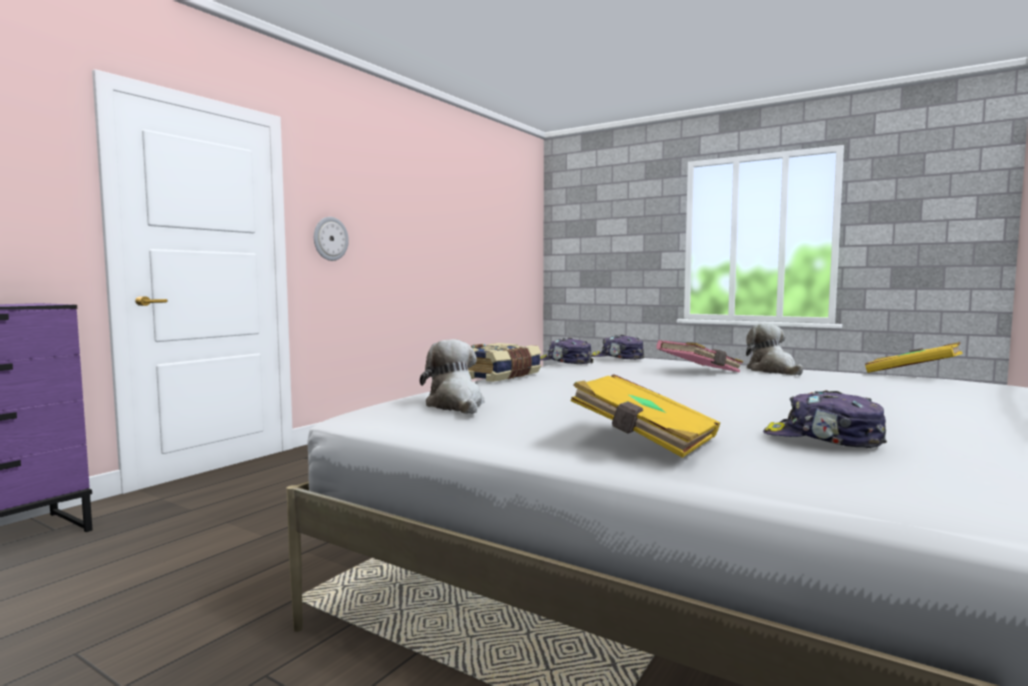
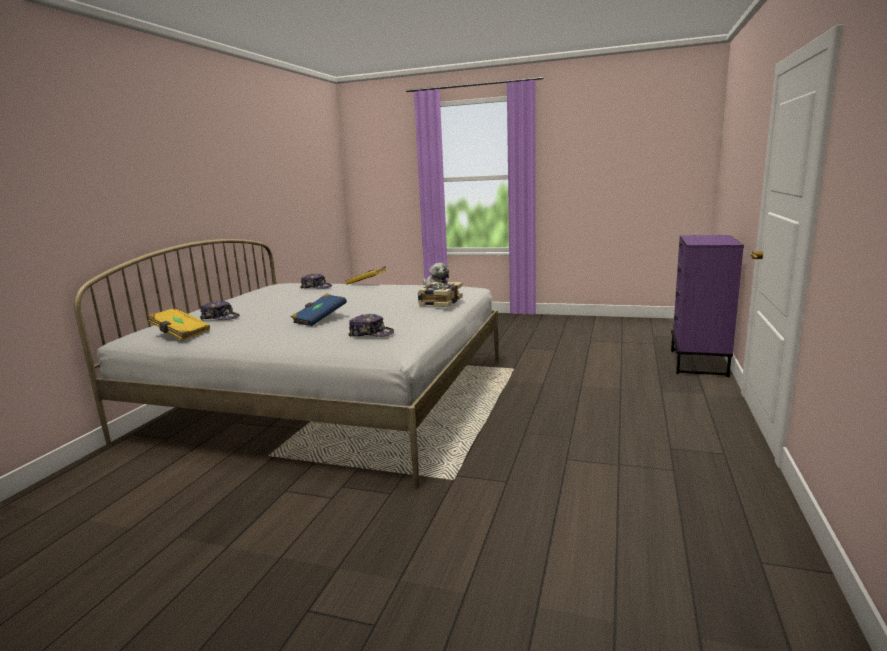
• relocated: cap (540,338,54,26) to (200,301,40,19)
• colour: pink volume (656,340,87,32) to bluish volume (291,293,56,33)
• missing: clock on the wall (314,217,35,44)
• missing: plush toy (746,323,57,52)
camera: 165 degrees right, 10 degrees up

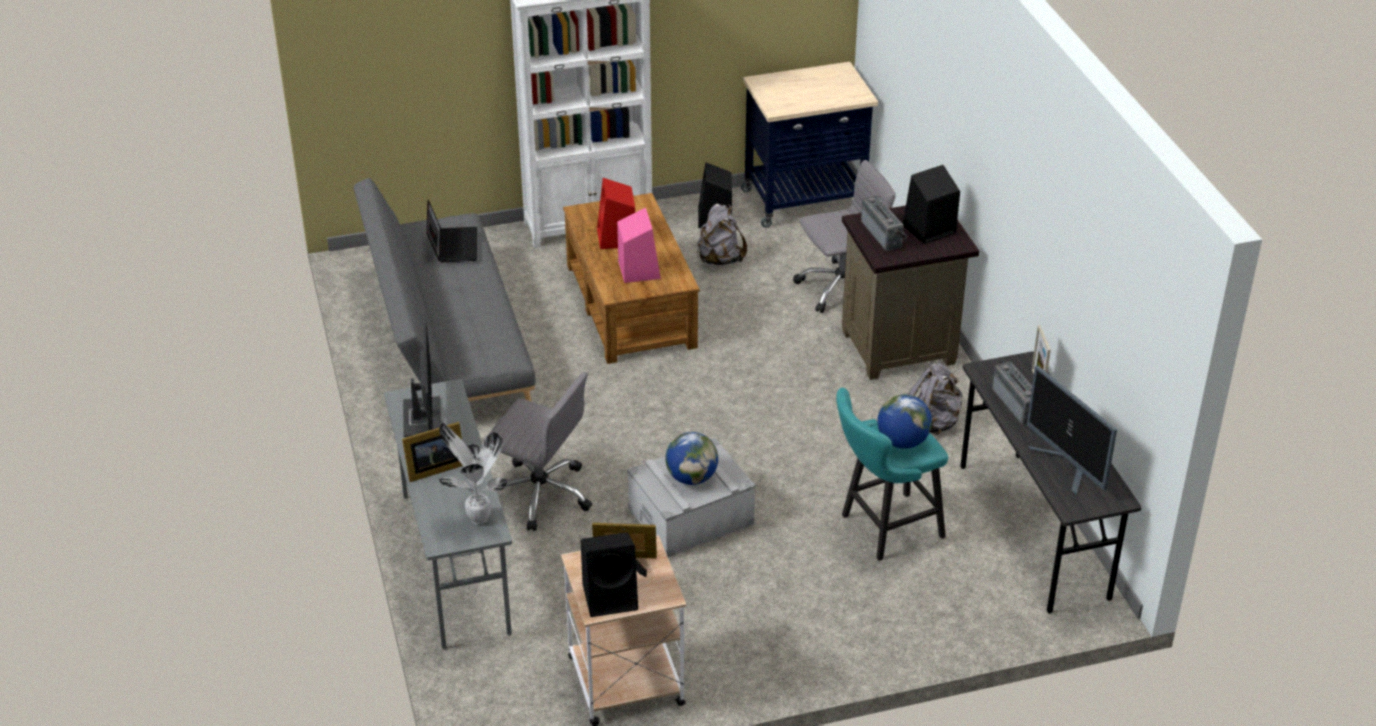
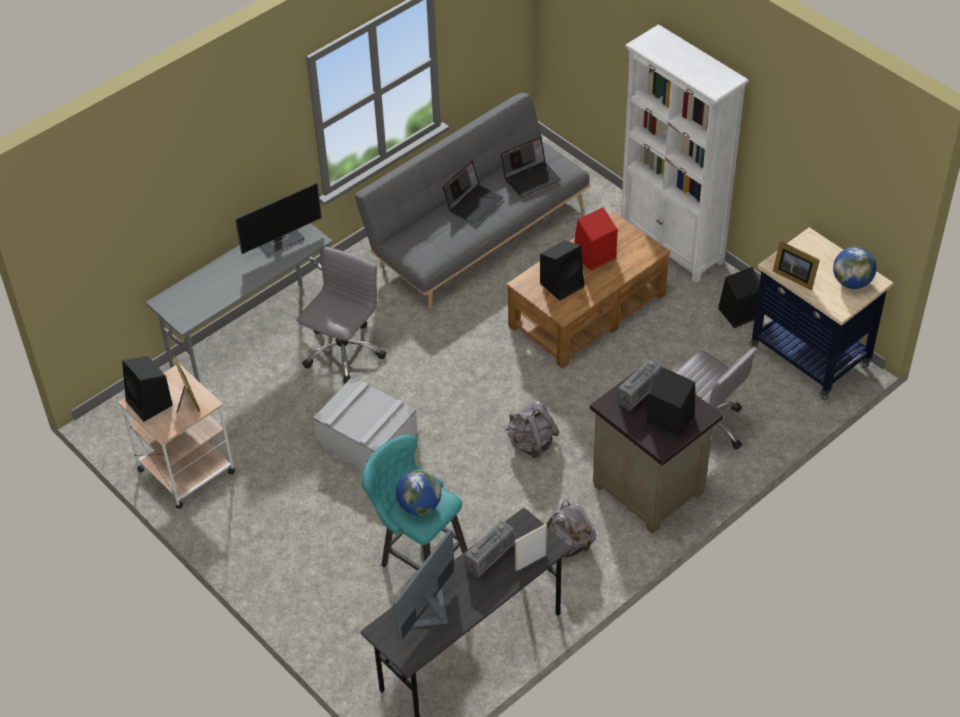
• spun: grey computer chair (483,372,109,159) = (297,247,89,136) 150 degrees counterclockwise
• appeared: laptop (443,160,60,64)
• relocated: grey knapsack (697,204,50,61) to (505,401,54,58)
• colour: pink audio speaker (617,208,44,75) to black-coloured audio speaker (540,240,44,61)
• relocated: photo frame (402,422,61,60) to (773,241,47,49)
• relocated: globe (665,432,53,53) to (833,247,44,42)
• missing: plant in a pot (439,422,69,102)
camera: 65 degrees right, 10 degrees up

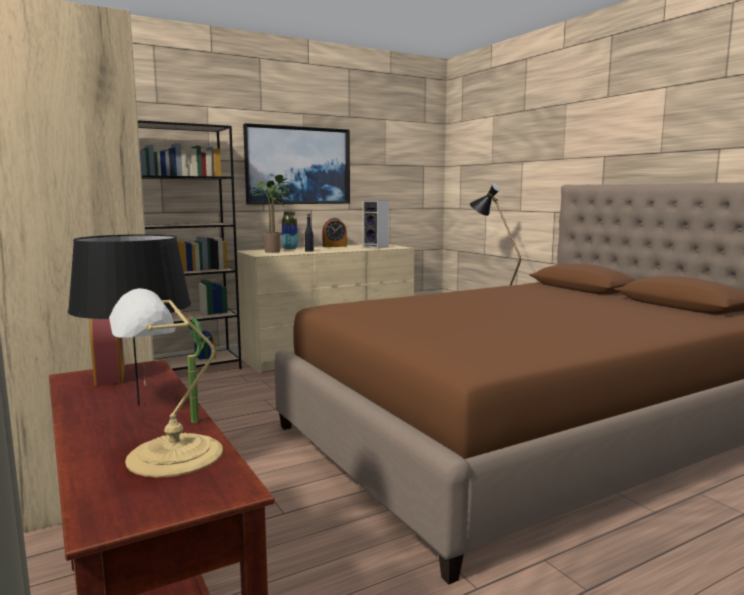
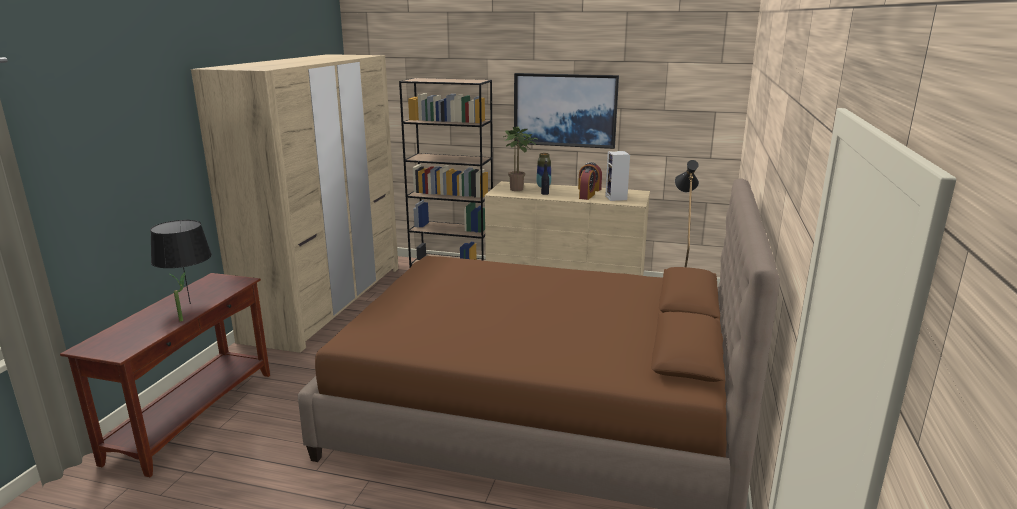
• relocated: alarm clock (90,319,35,67) to (579,169,17,31)
• missing: tabletop lamp (109,288,114,189)
camera: 45 degrees right, 10 degrees up

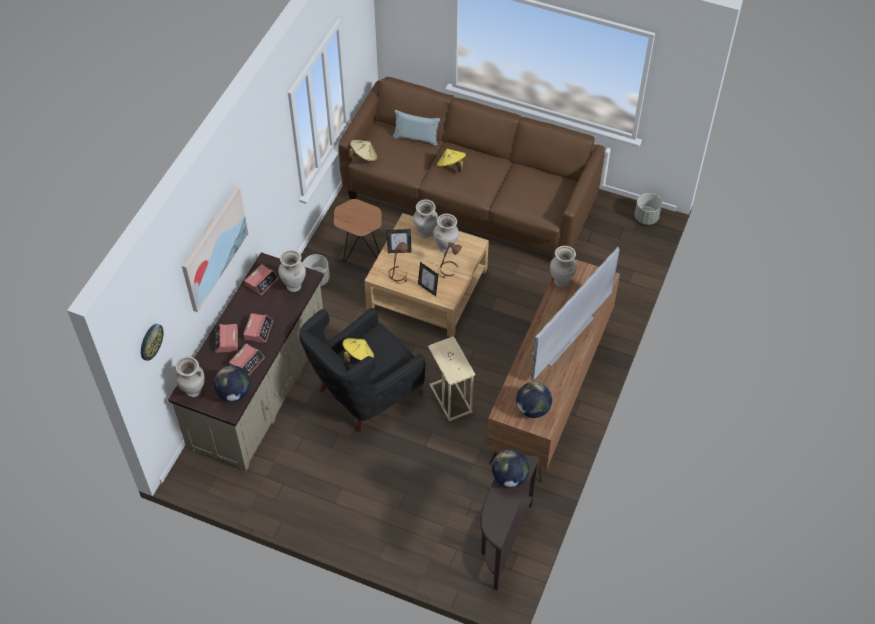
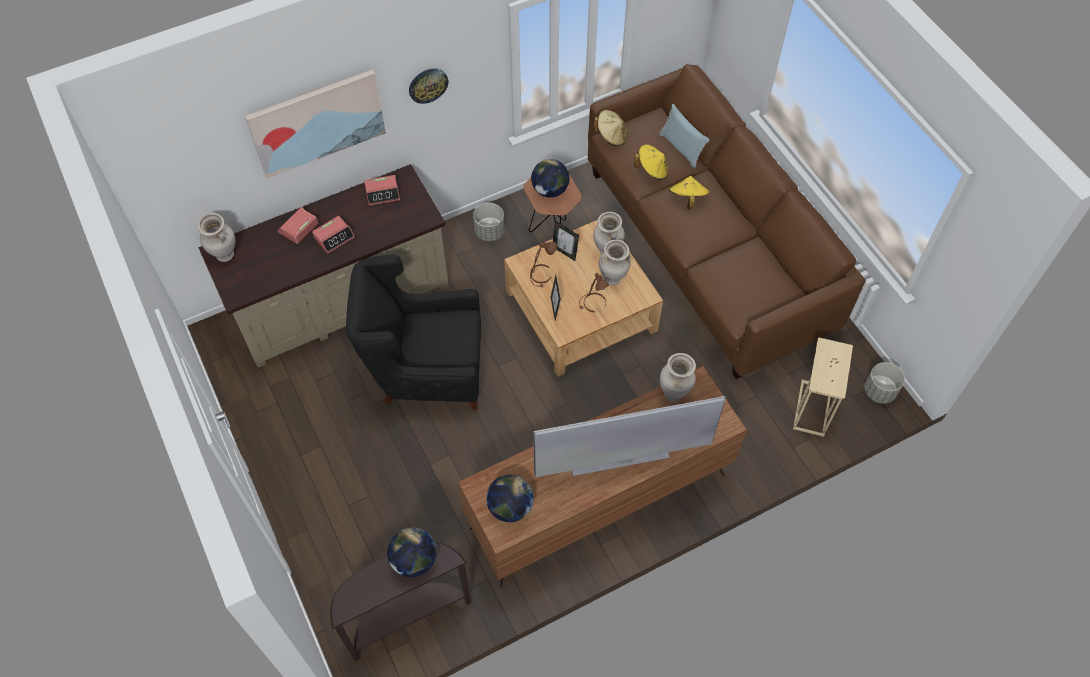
• relocated: clock on the wall (141,324,23,37) to (409,69,40,35)
• relocated: globe (214,365,37,37) to (531,159,38,39)
• relocated: yellow clothing hat (342,338,32,24) to (634,144,35,36)
• relocated: beige-coloured side table (428,336,47,86) to (793,338,60,99)
• missing: alarm clock (229,343,36,32)
• missing: beige-coloured vase (278,250,28,42)
camera: 40 degrees right, 5 degrees up

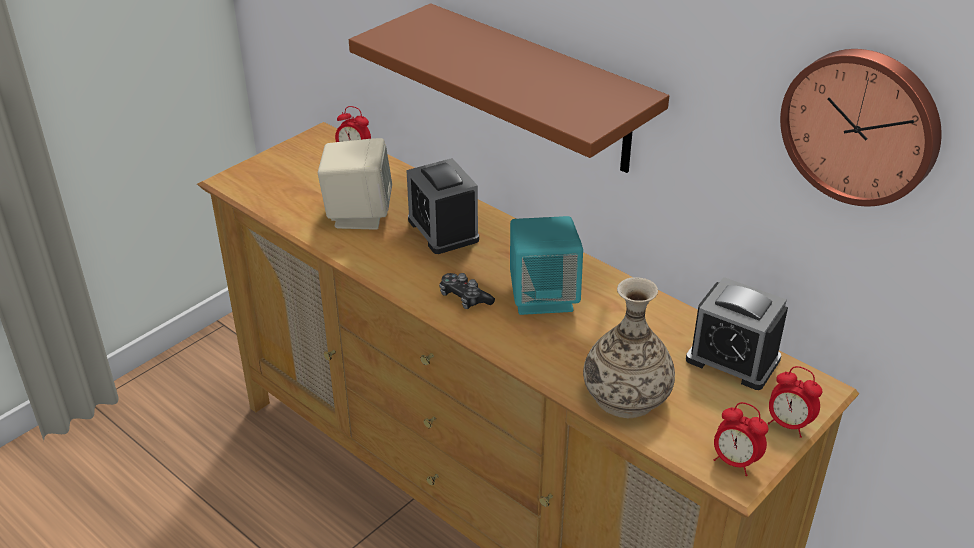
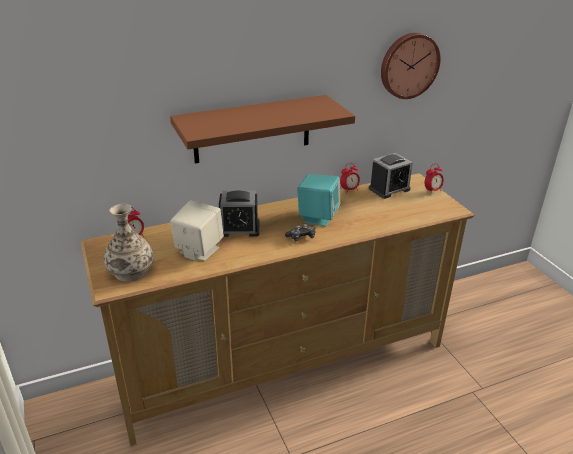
• relocated: vase (583,277,92,141) to (104,204,50,78)
• relocated: alarm clock (713,402,55,74) to (340,163,20,31)
camera: 65 degrees left, 5 degrees down

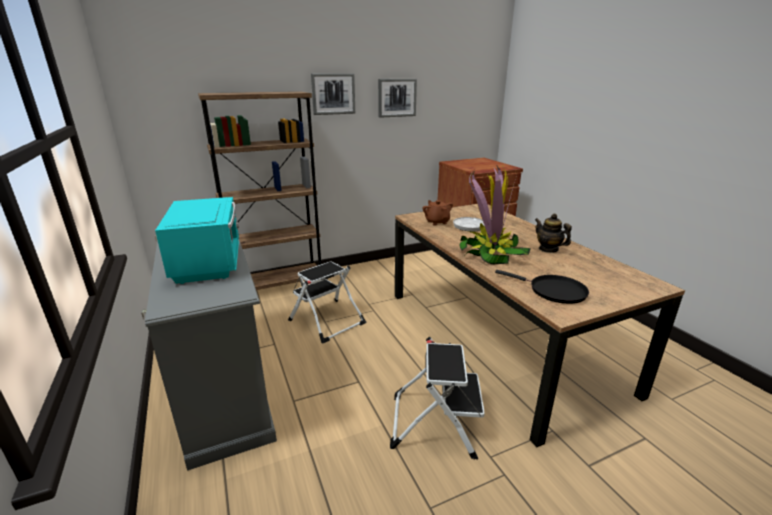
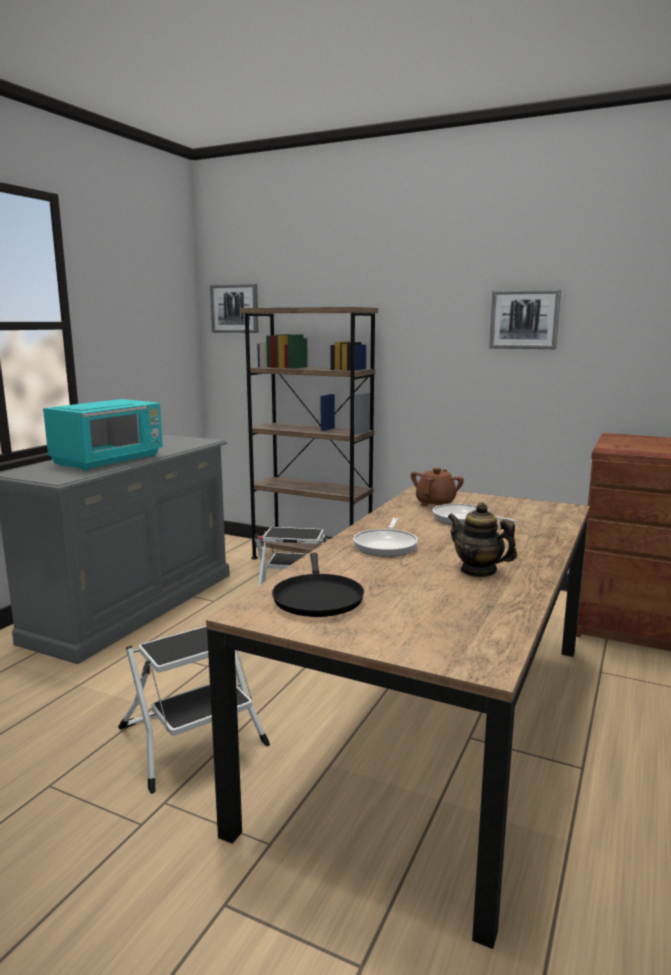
• relocated: picture (311,74,44,41) to (210,284,48,49)
• exchanged: plant in a pot (459,163,72,101) to frying pan (353,518,65,39)
• spun: pot for tea (535,214,37,39) = (448,502,69,75) 60 degrees counterclockwise
camera: 50 degrees right, 10 degrees down

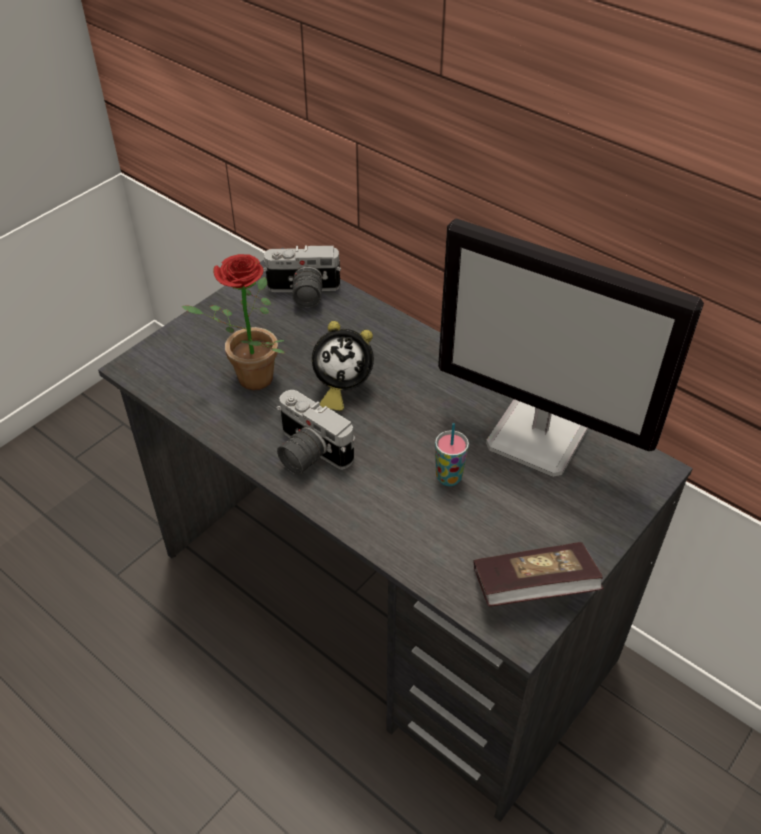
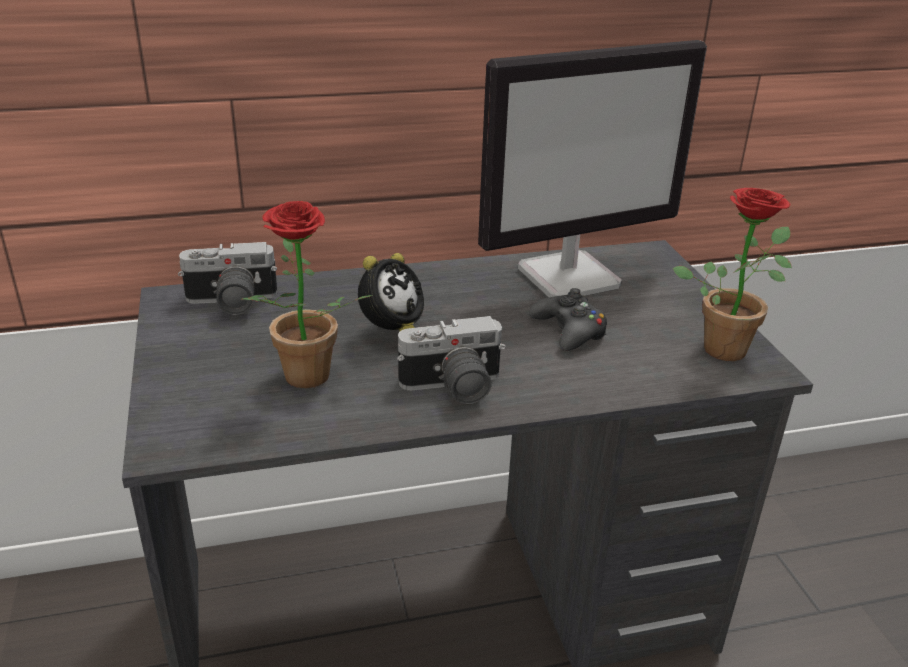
• spun: still camera (263,246,78,62) = (178,242,99,73) 45 degrees clockwise
• exchanged: small cup (435,423,34,63) to black-coloured game controller (529,288,78,63)
• exchanged: volume (473,542,131,65) to plant in a pot (673,188,119,173)
camera: 55 degrees left, 15 degrees down

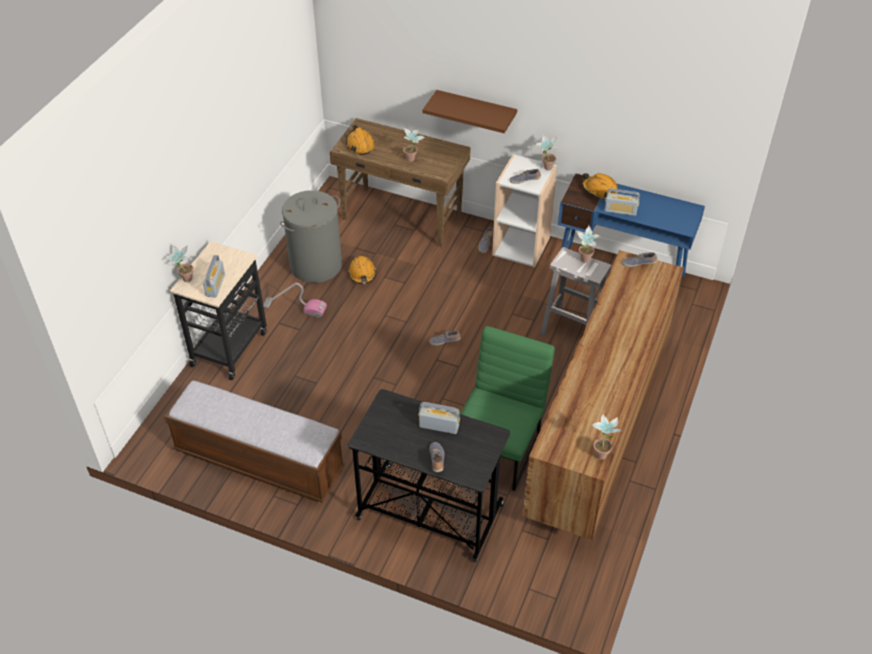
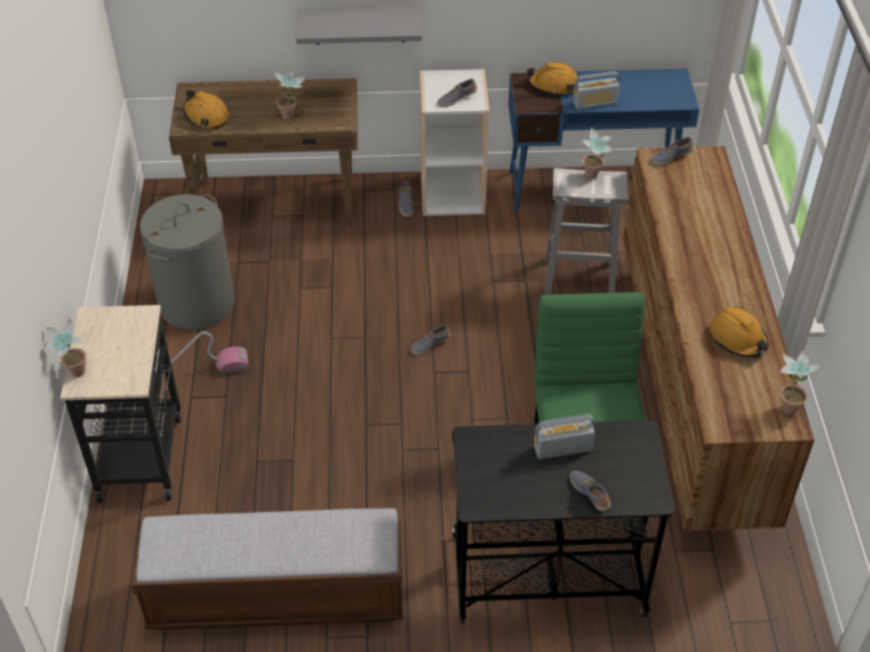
• colour: brown shelf (422,90,95,43) to grey shelf (296,6,126,38)
• relocated: orange-coloured work helmet (348,256,28,28) to (710,306,59,51)
• missing: radio (203,255,22,43)
• missing: plant in a pot (535,134,22,37)
camera: 25 degrees left, 0 degrees up

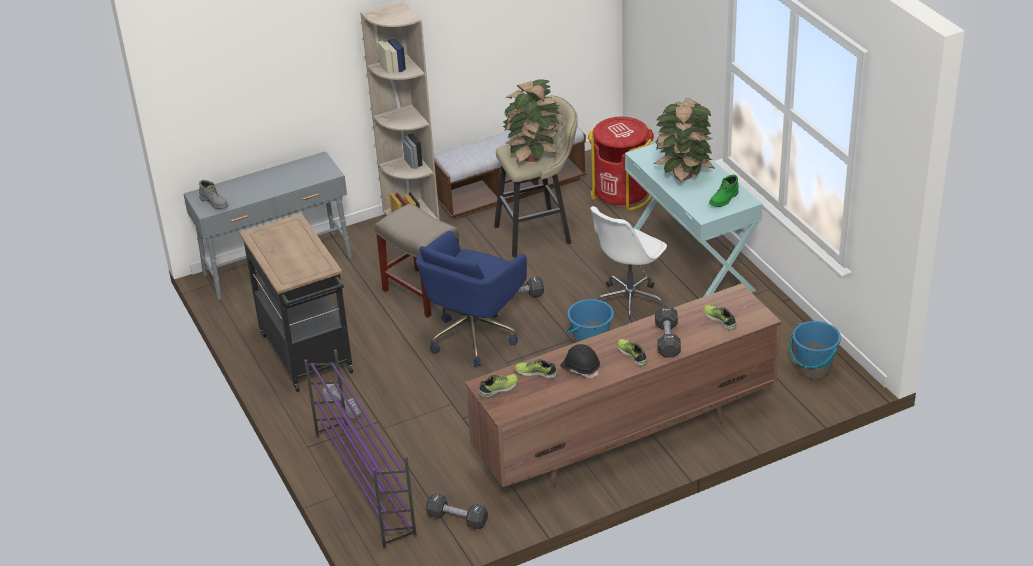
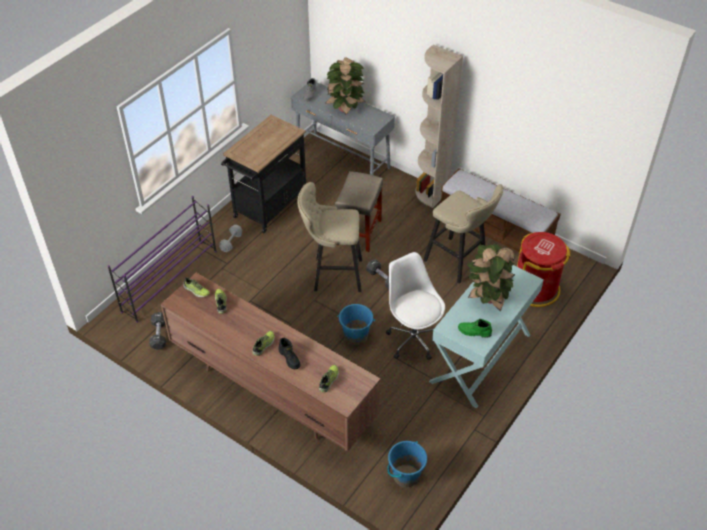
• exchanged: black-coloured free weight (655,306,26,52) to black-coloured high-top boot (279,338,21,31)
• exchanged: bluish computer chair (416,231,111,136) to beige-coloured stool (297,182,65,110)
• relocated: plant in a pot (503,79,58,84) to (325,57,40,58)
• spun: white-coloured computer chair (590,206,77,118) = (386,252,59,108) 45 degrees clockwise
• missing: black-coloured work helmet (560,344,40,34)
camera: 60 degrees right, 10 degrees up

